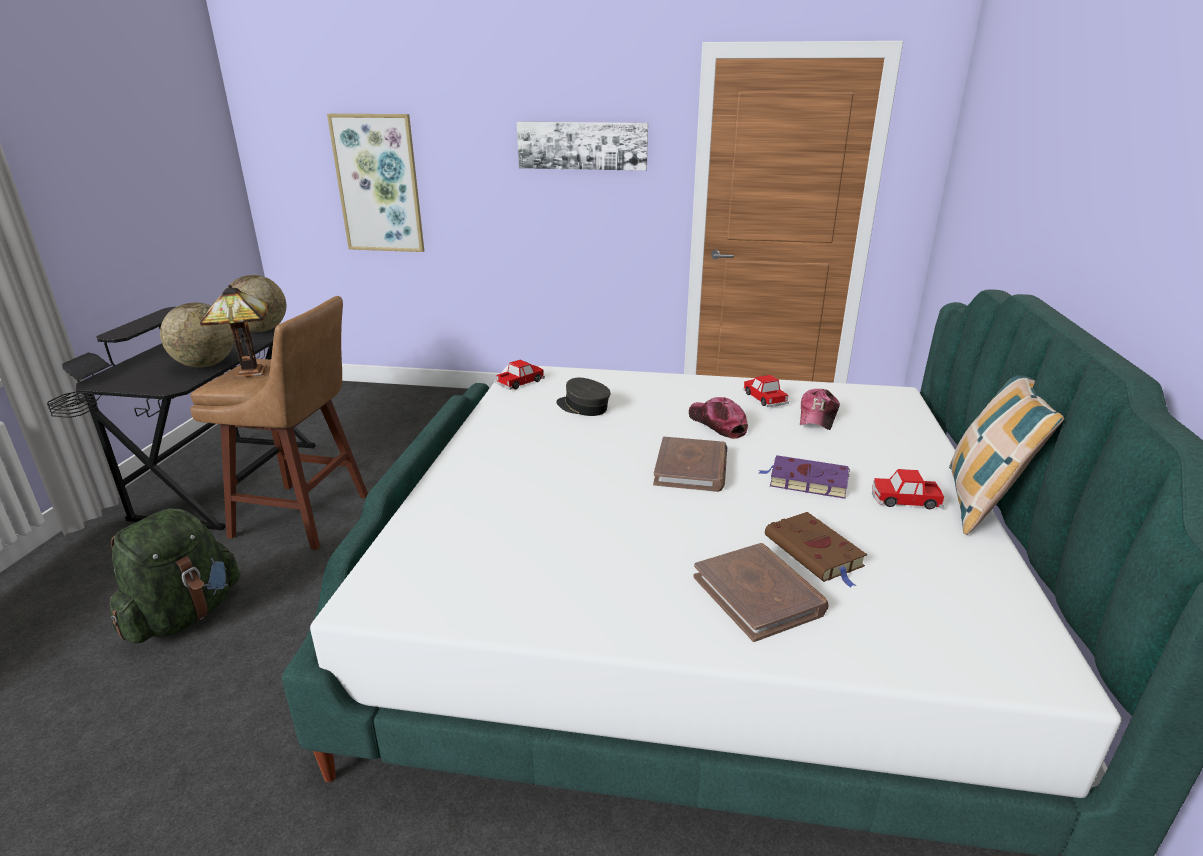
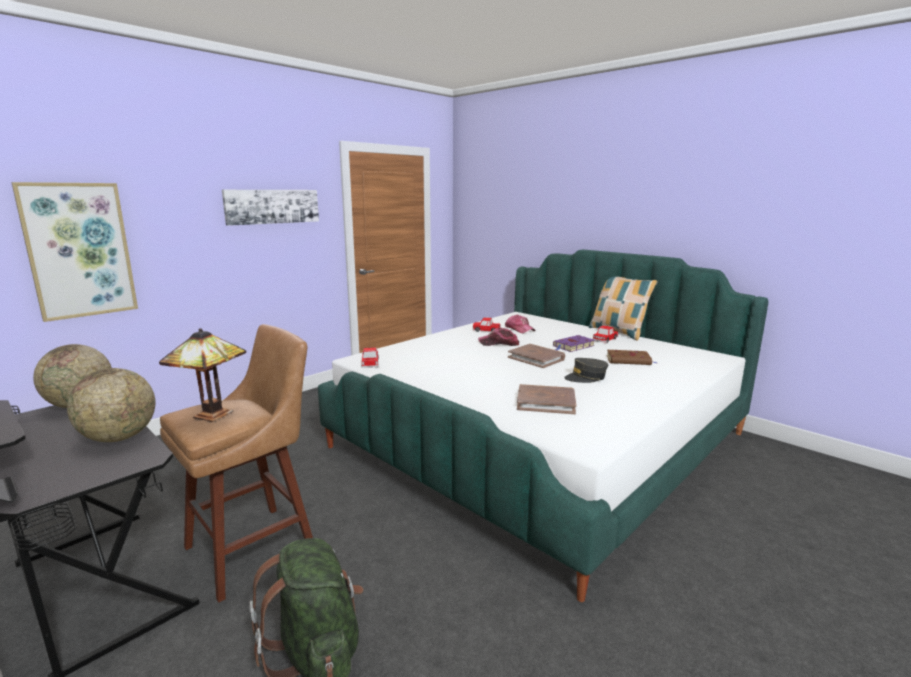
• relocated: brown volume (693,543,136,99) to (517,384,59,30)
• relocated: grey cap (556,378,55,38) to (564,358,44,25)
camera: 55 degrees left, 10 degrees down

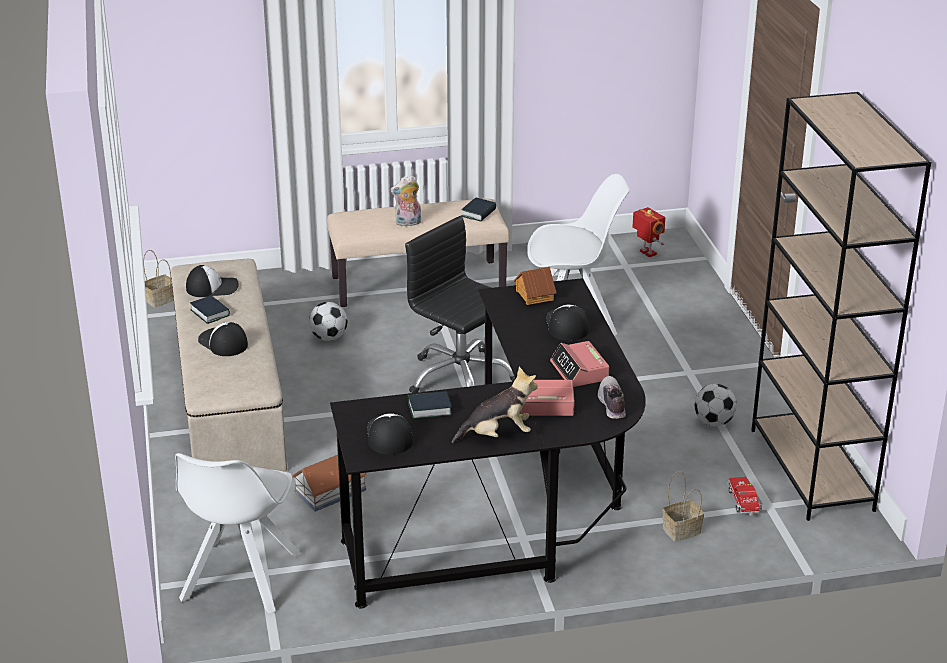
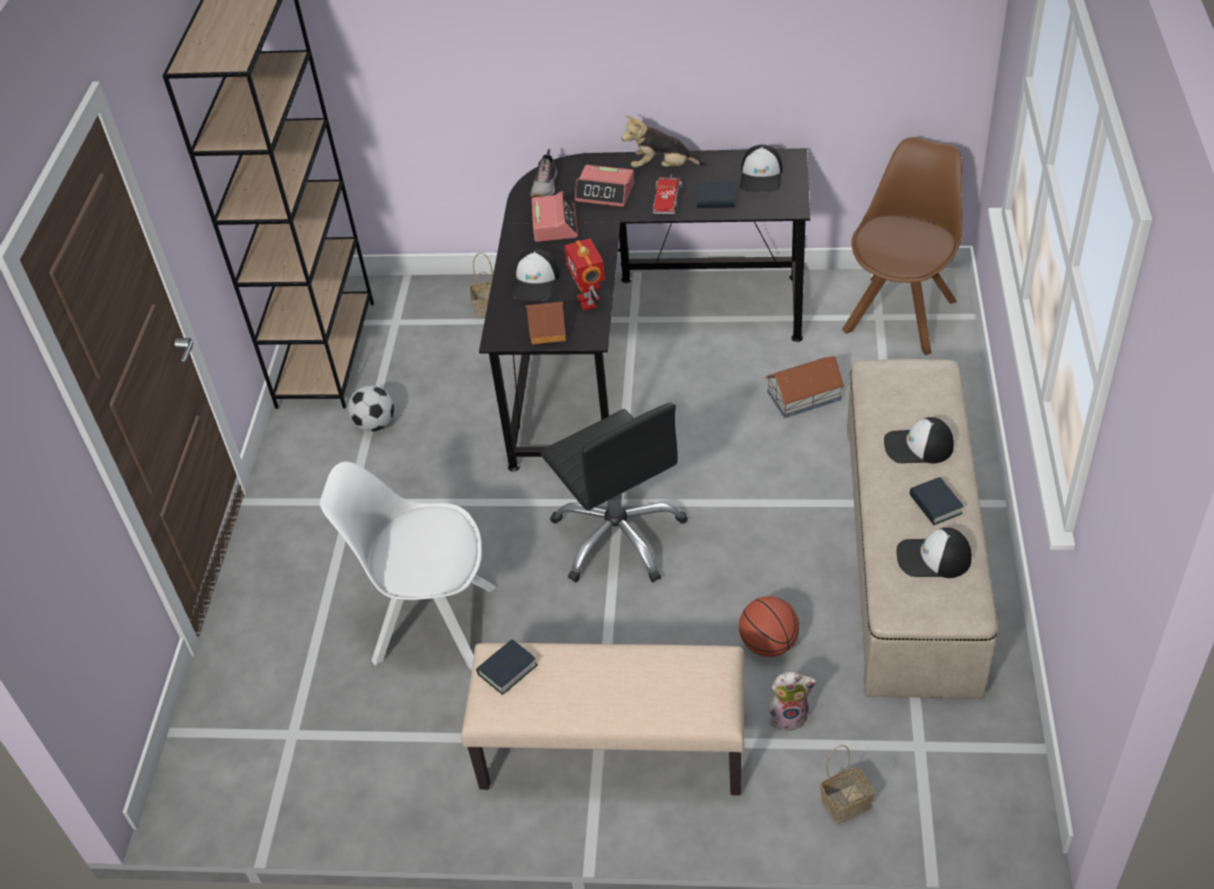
• relocated: toy robot (632,207,33,50) to (565,238,40,73)
• relocated: model truck (728,477,34,39) to (653,175,29,39)
• exchanged: football (309,302,38,39) to ball for basketball (739,596,60,61)
• relocated: plush toy (390,175,31,52) to (768,672,49,60)
• relocated: household basket (143,250,31,58) to (820,745,54,80)
• colour: white-coloured chair (175,453,127,160) to brown chair (842,137,120,218)
• spun: cap (198,322,50,34) = (884,417,70,47) 120 degrees clockwise
camera: 160 degrees left, 15 degrees up

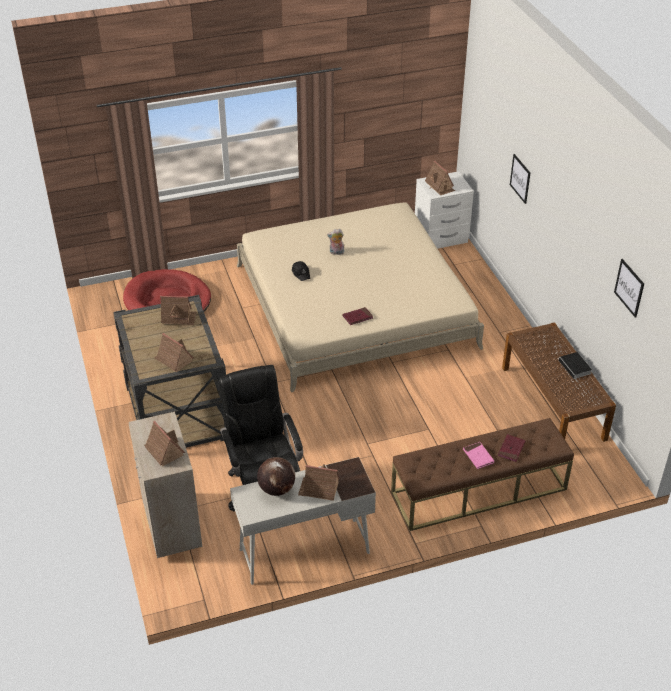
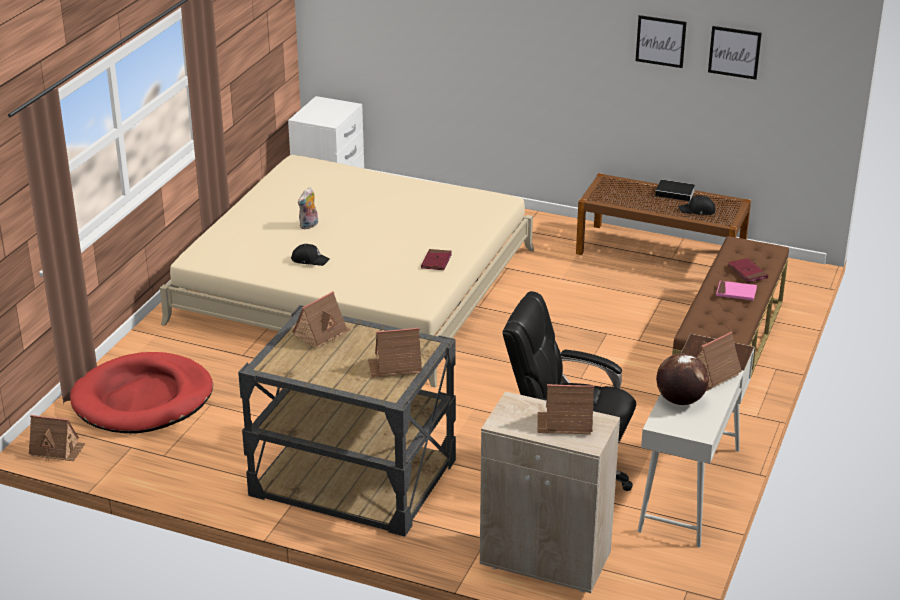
• relocated: miniature house (425,161,30,34) to (29,415,56,46)
• relocated: picture (510,154,20,50) to (636,15,51,53)
• appeared: black-coloured cap (678,196,37,19)
camera: 50 degrees left, 10 degrees down

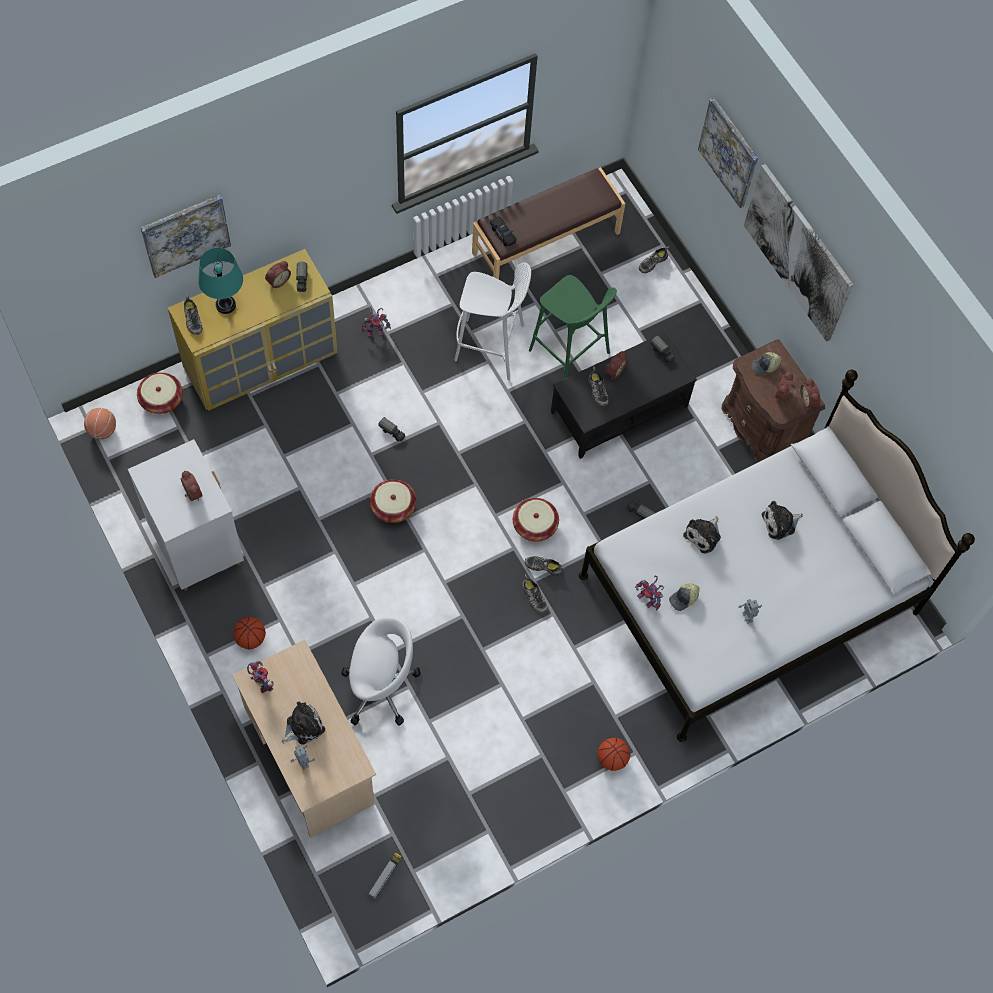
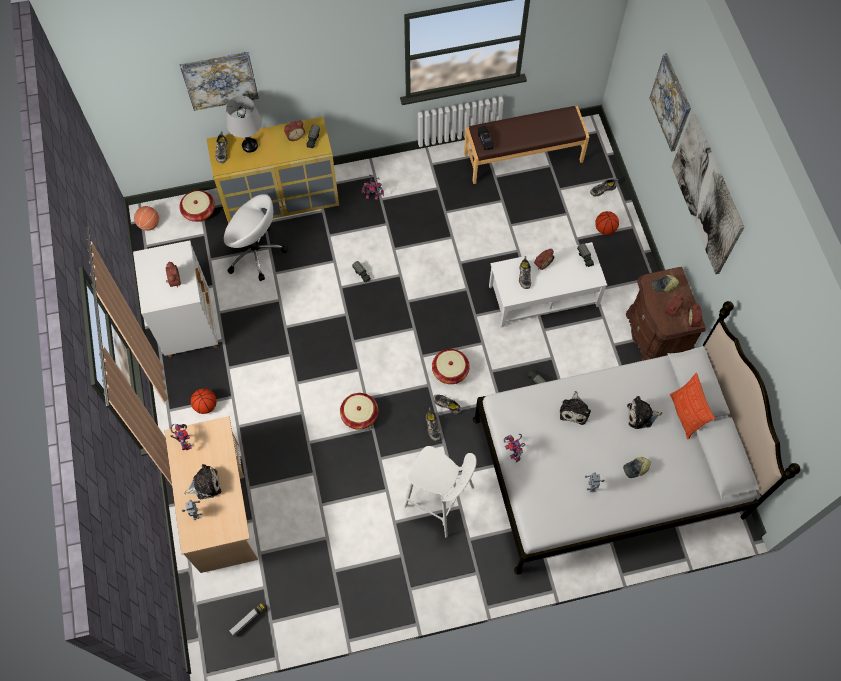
• relocated: white-coloured computer chair (341,616,80,110) to (224,194,64,87)
• colour: turquoise-coloured tabletop lamp (198,248,45,66) to grey tabletop lamp (226,96,36,57)
• relocated: household basket (370,479,46,44) to (340,393,38,37)
• relocated: white-coloured stool (455,263,76,117) to (404,446,73,92)
• colour: black-coloured lounge table (551,332,146,127) to white-coloured lounge table (489,242,118,86)
• spun: plush toy (683,516,38,37) = (560,391,31,34) 45 degrees counterclockwise
• relocated: ball for basketball (597,738,33,33) to (595,211,24,24)
• relocated: cap (669,583,30,28) to (623,457,28,21)
• appeared: orange-coloured pillow (670,373,45,66)
• missing: green-coloured stool (529,275,88,104)
camera: 20 degrees right, 0 degrees up

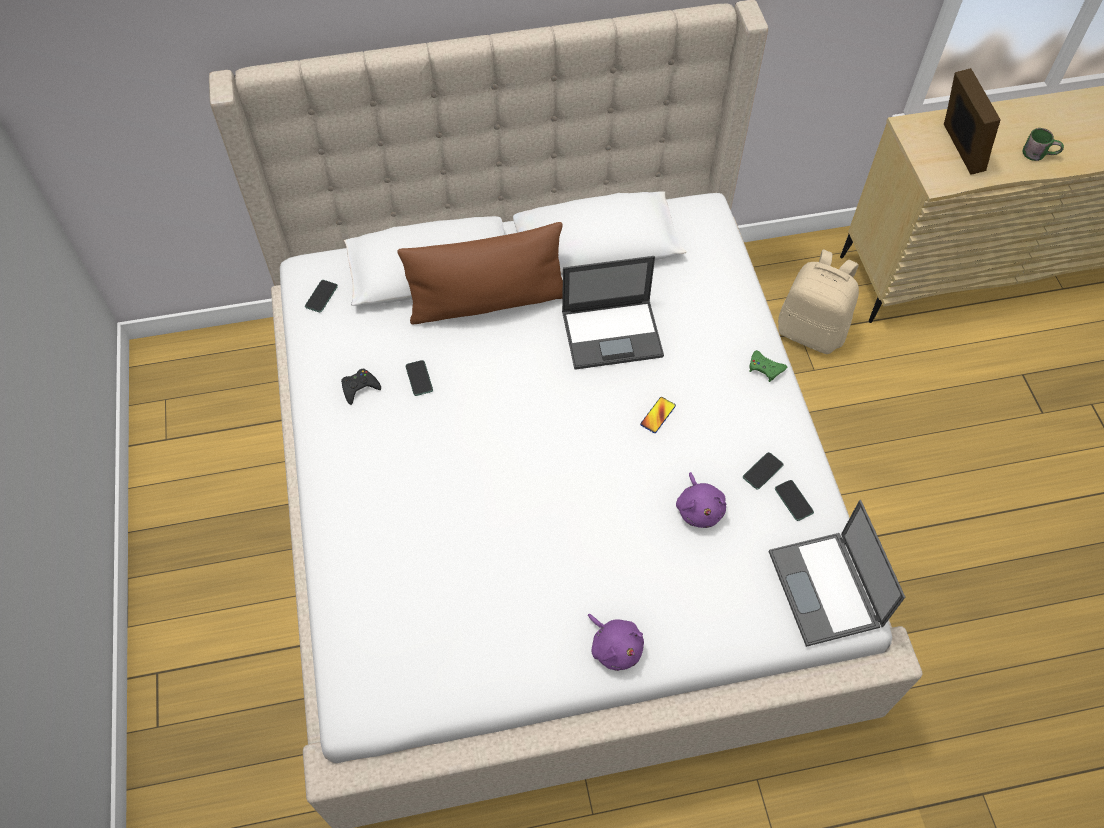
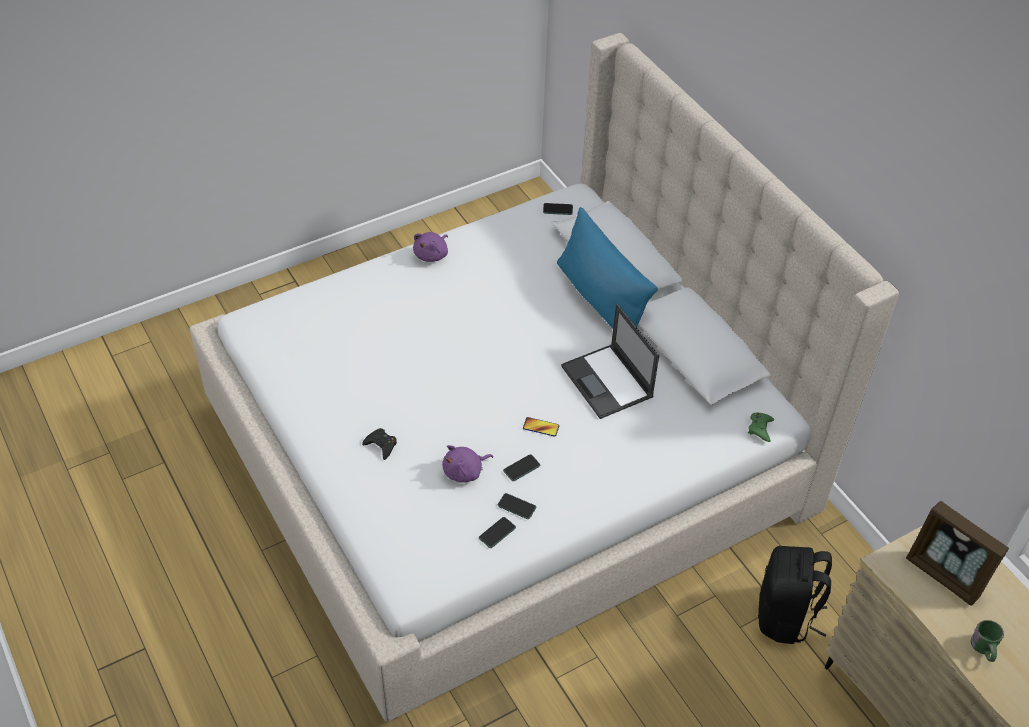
• relocated: black-coloured game controller (341,369,40,36) to (362,428,35,32)
• relocated: purple plush toy (588,614,56,57) to (413,232,35,30)
• relocated: handset (406,360,27,36) to (503,454,37,27)
• colour: brown pillow (397,222,166,103) to bluish pillow (557,207,101,121)
• relocated: green-coloured game controller (749,350,38,32) to (748,413,26,29)
• colour: beige-coloured knapsack (778,250,81,104) to black-coloured knapsack (758,546,74,98)
• spun: photo frame (944,68,57,107) = (906,501,103,105) 75 degrees clockwise
• missing: laptop (769,500,136,147)
camera: 70 degrees right, 10 degrees down

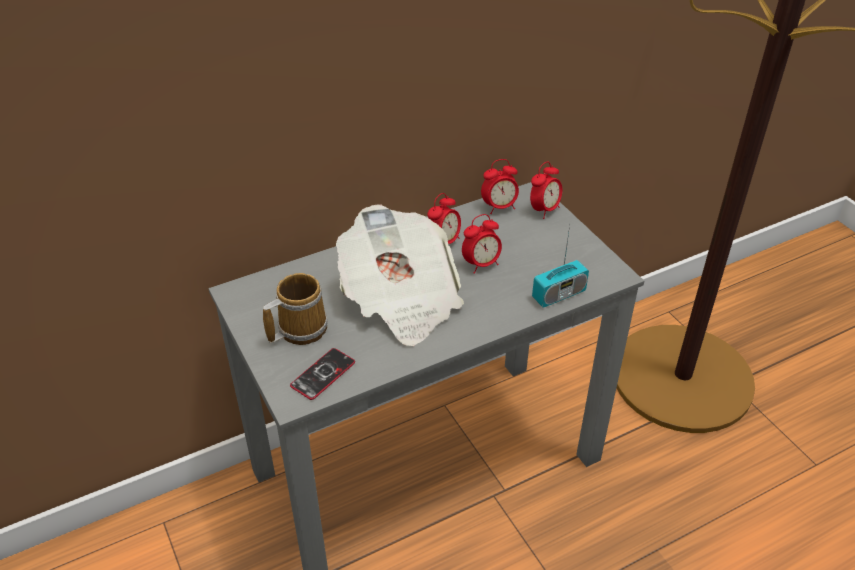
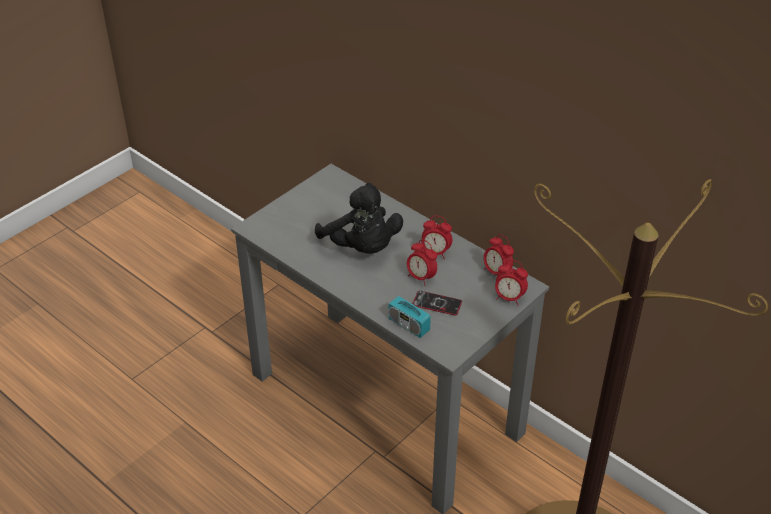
• exchanged: printed paper (336,204,128,142) to black-coloured plush toy (315,183,88,71)
• relocated: handset (290,348,65,52) to (413,291,49,24)
• missing: mug (263,273,65,72)
camera: 70 degrees right, 0 degrees up

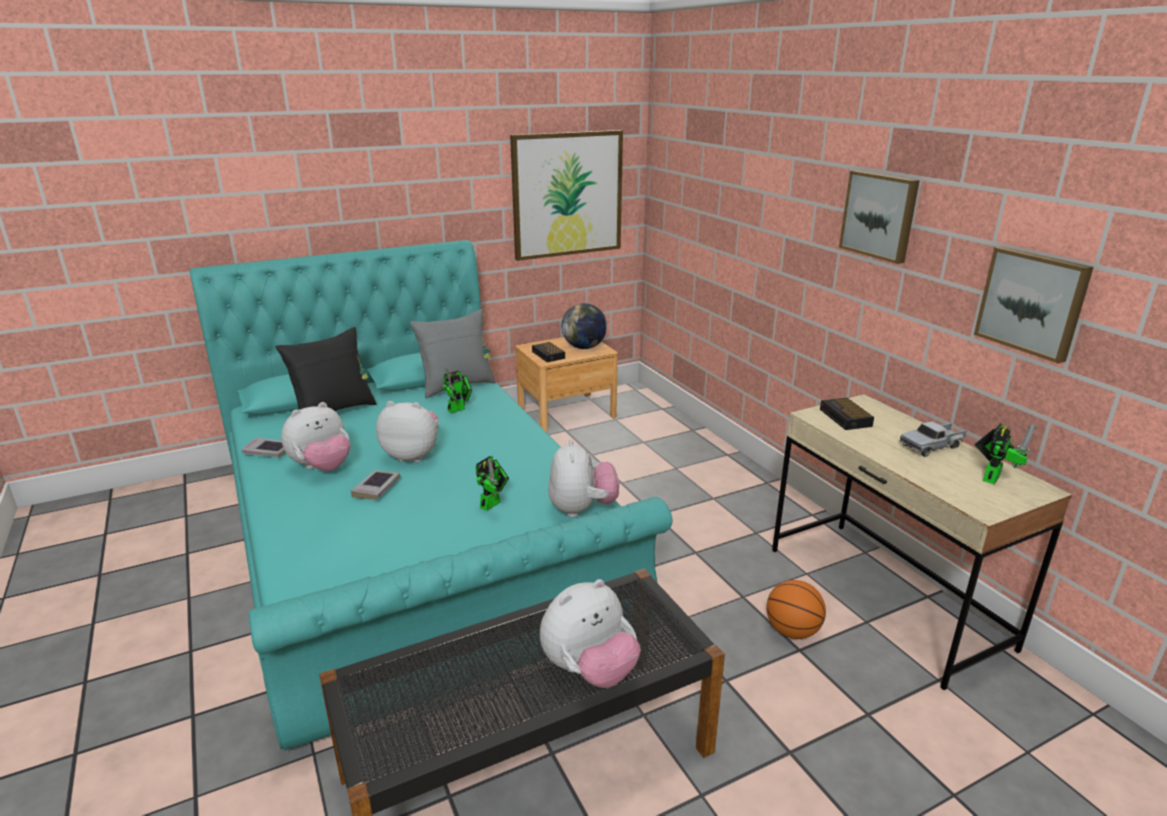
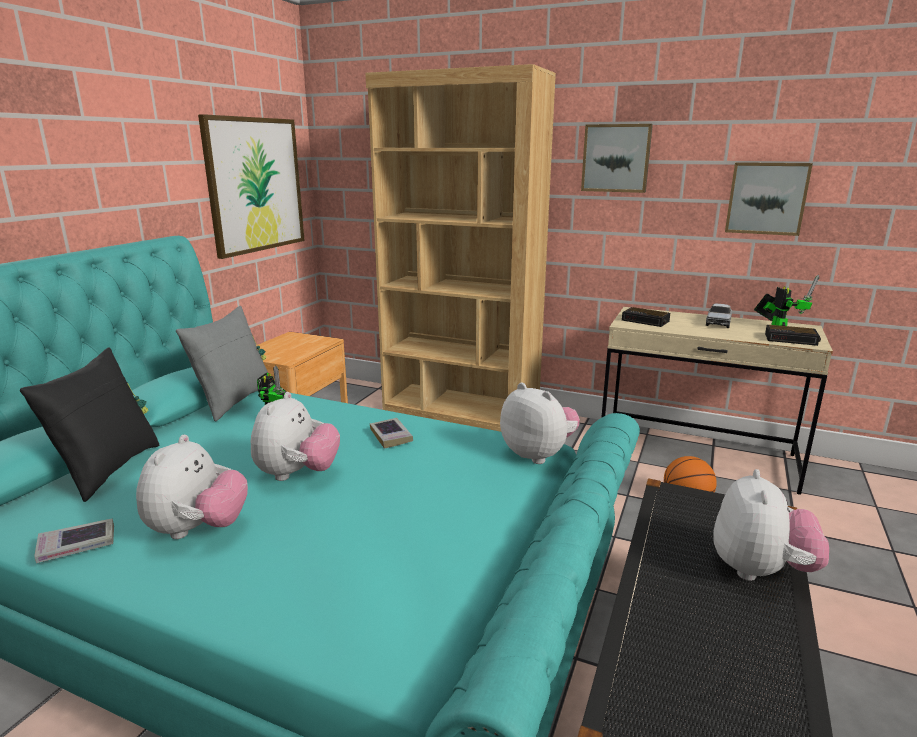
• spun: plush toy (376,401,63,61) = (251,392,89,89) 135 degrees clockwise
• appeared: brown shelving unit (365,64,191,368)
• relocated: volume (351,470,49,30) to (370,418,43,31)
• relocated: alarm clock (532,342,33,20) to (765,325,56,21)
• missing: toy robot (476,456,33,55)
• missing: globe (562,303,45,46)
camera: 40 degrees left, 5 degrees down

